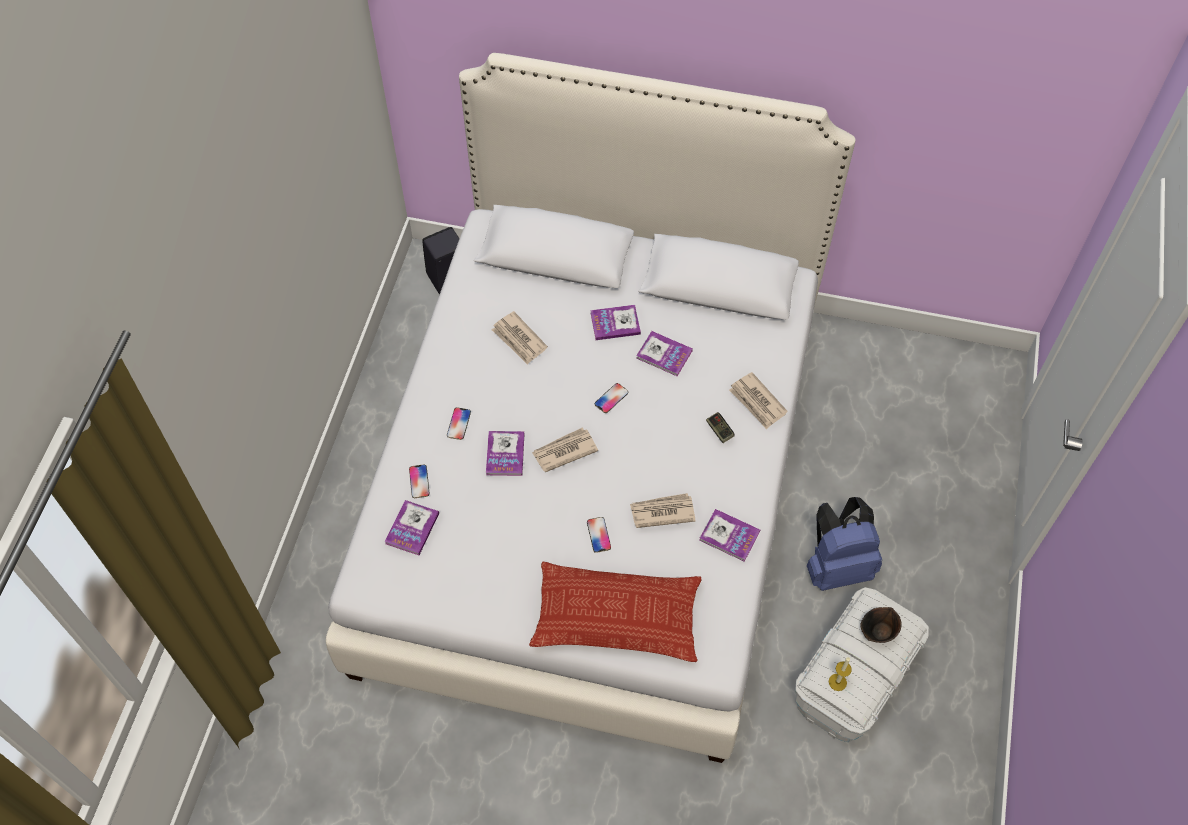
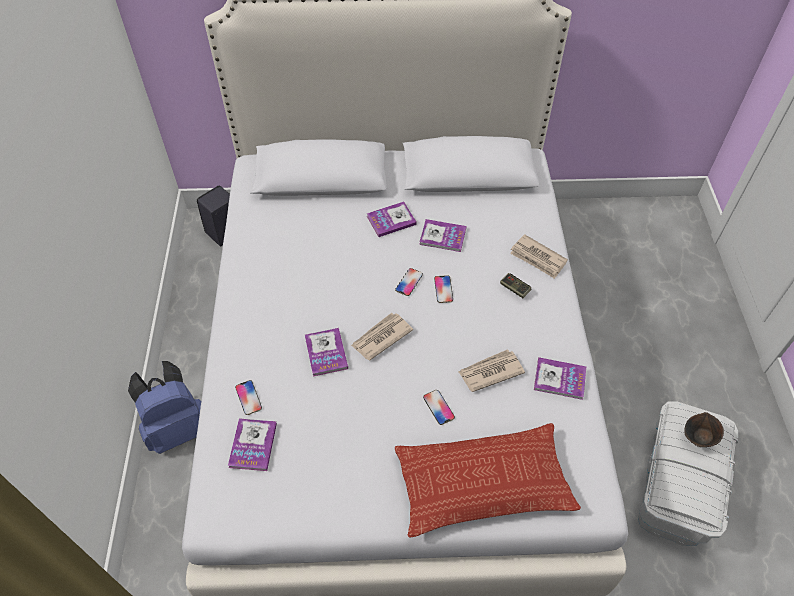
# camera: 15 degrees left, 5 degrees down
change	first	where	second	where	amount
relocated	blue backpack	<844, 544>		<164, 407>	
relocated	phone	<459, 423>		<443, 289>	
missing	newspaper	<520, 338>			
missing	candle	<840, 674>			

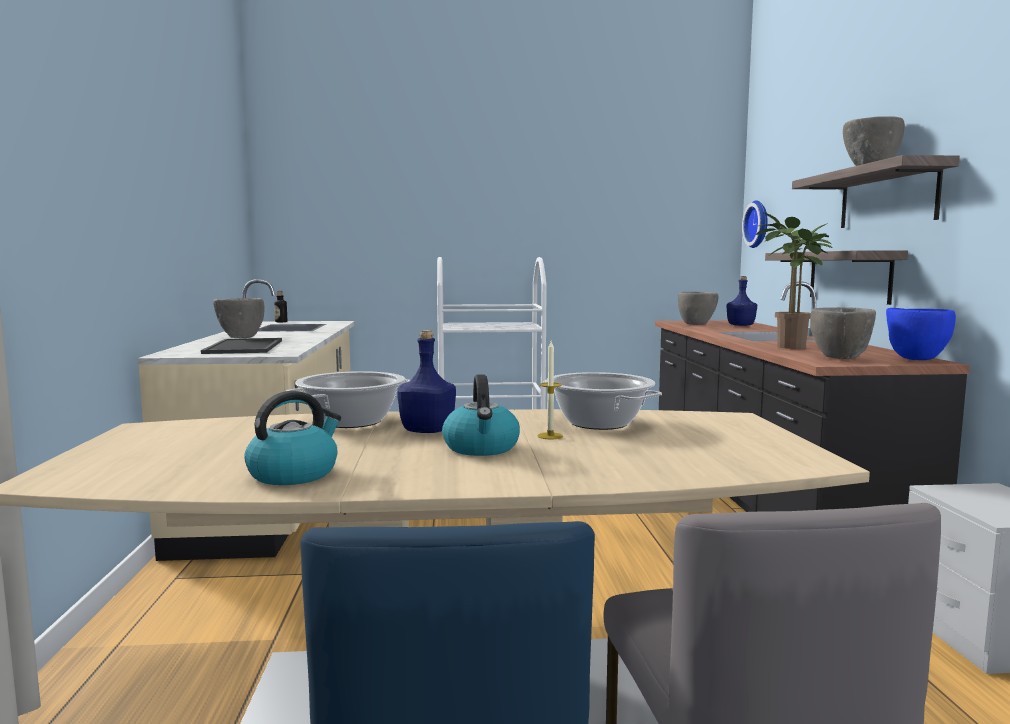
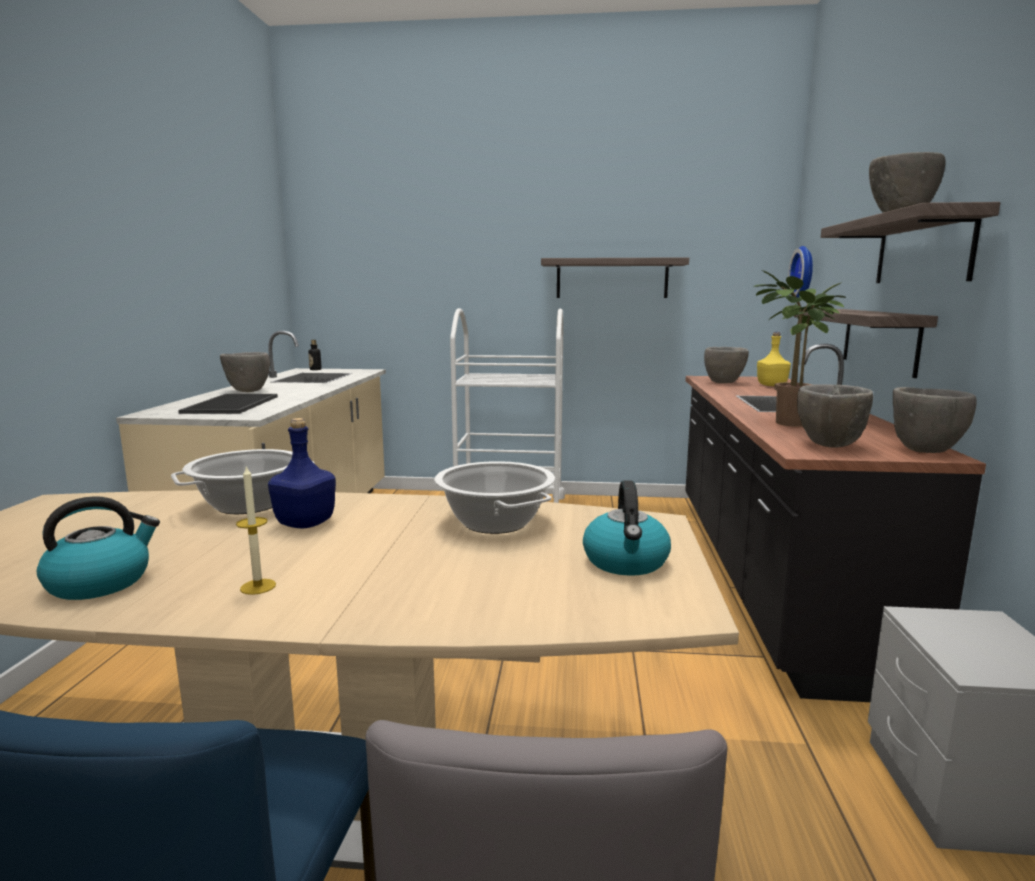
# camera: 10 degrees right, 5 degrees up
change	first	where	second	where	amount
relocated	candle	<550, 390>		<256, 530>	
appeared			shelf	<615, 277>	
relocated	kettle	<481, 415>		<627, 528>	
colour	blue bottle	<742, 301>	yellow bottle	<774, 359>	
colour	blue bowl	<921, 334>	grey bowl	<935, 420>	

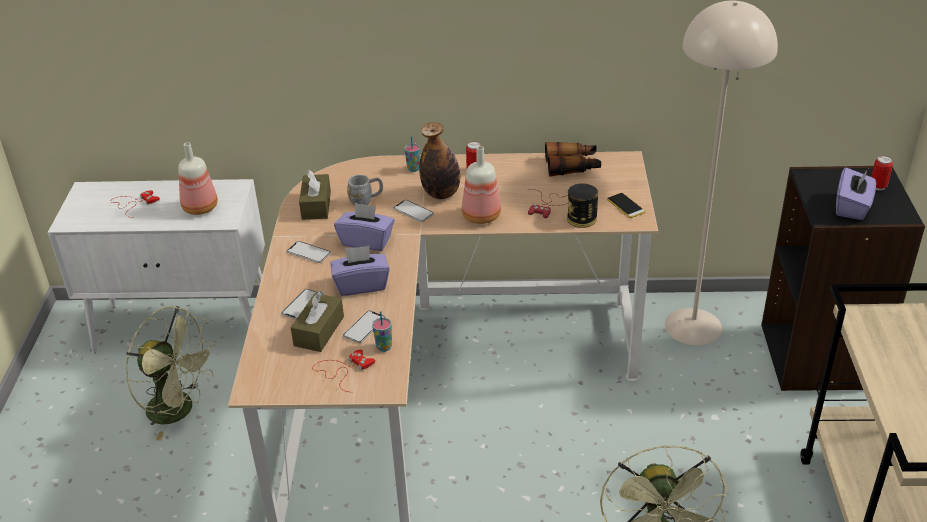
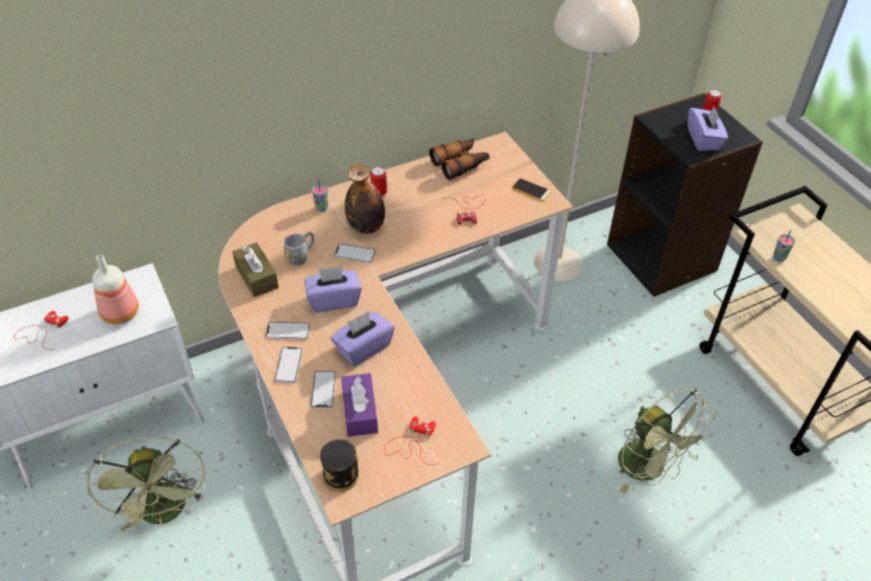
# camera: 30 degrees left, 10 degrees up
change	first	where	second	where	amount
spun	green fan	<171, 373>		<145, 484>	75 degrees clockwise
relocated	phone	<364, 327>		<288, 365>	
relocated	can	<582, 206>		<339, 465>	
colour	brown tissue box	<317, 321>	purple tissue box	<359, 405>	
relocated	cup	<382, 331>		<784, 246>	
missing	bottle	<481, 185>			

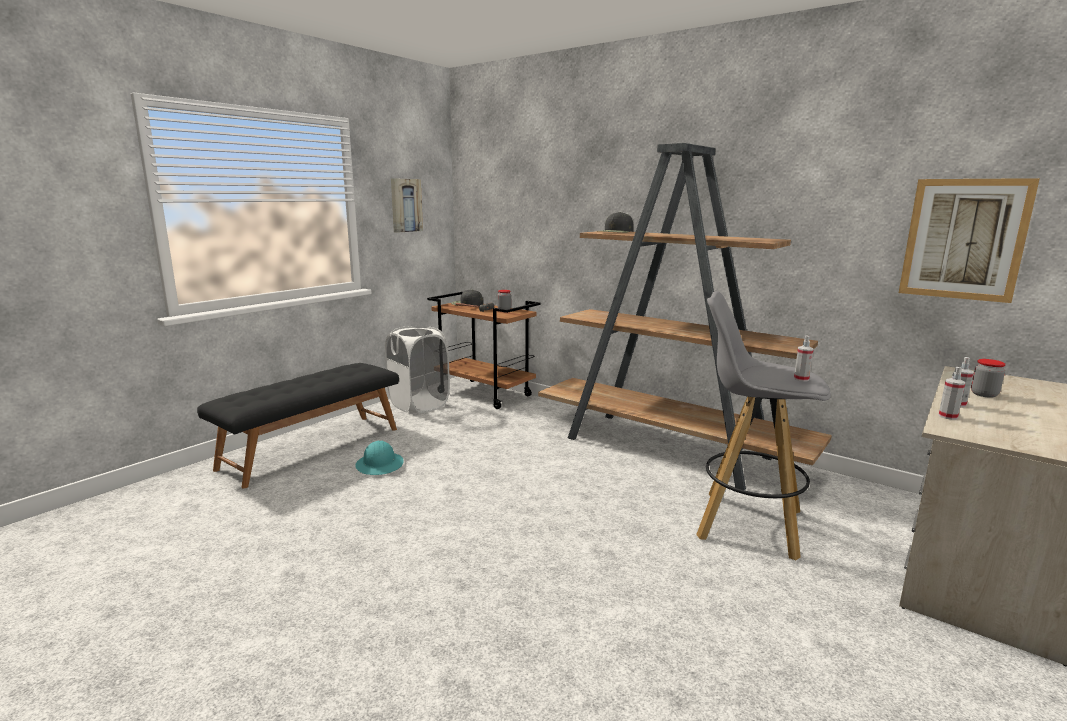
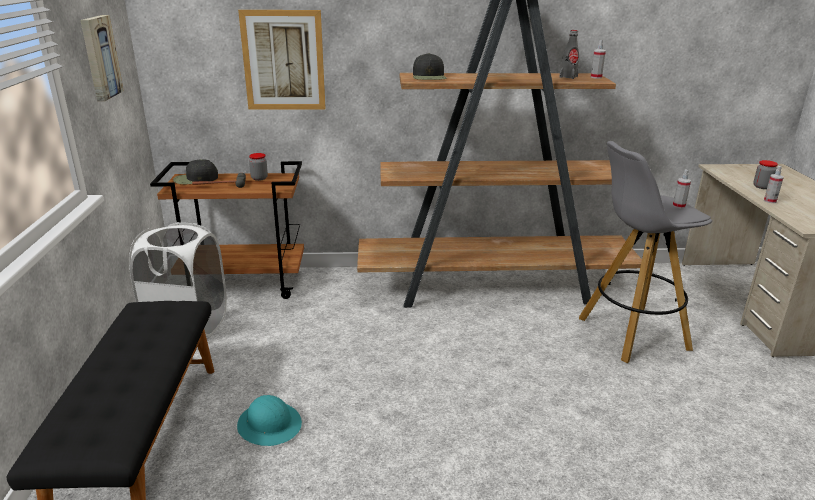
# camera: 40 degrees left, 10 degrees up
change	first	where	second	where	amount
relocated	picture	<969, 240>		<282, 60>	
appeared			grey bottle	<569, 54>	
relocated	spray bottle	<952, 393>		<598, 59>	

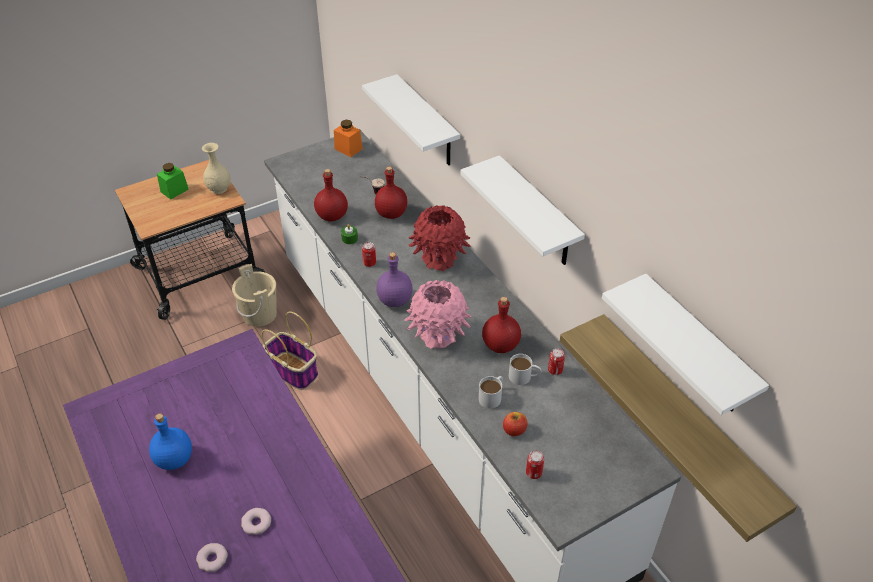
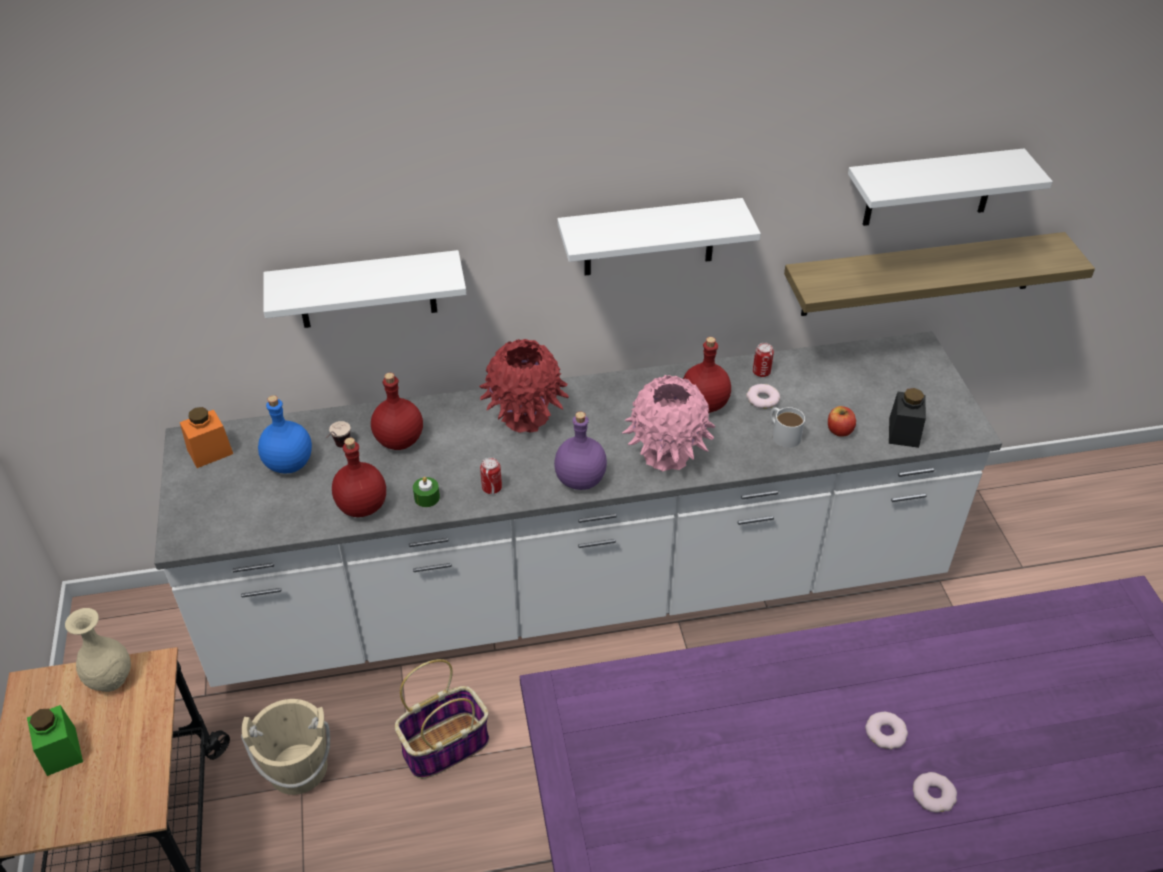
# camera: 70 degrees left, 0 degrees up
change	first	where	second	where	amount
relocated	blue bottle	<170, 441>		<285, 434>	
exchanged	white mug	<525, 369>	donut	<763, 396>	
exchanged	can	<535, 464>	black jar	<907, 418>	

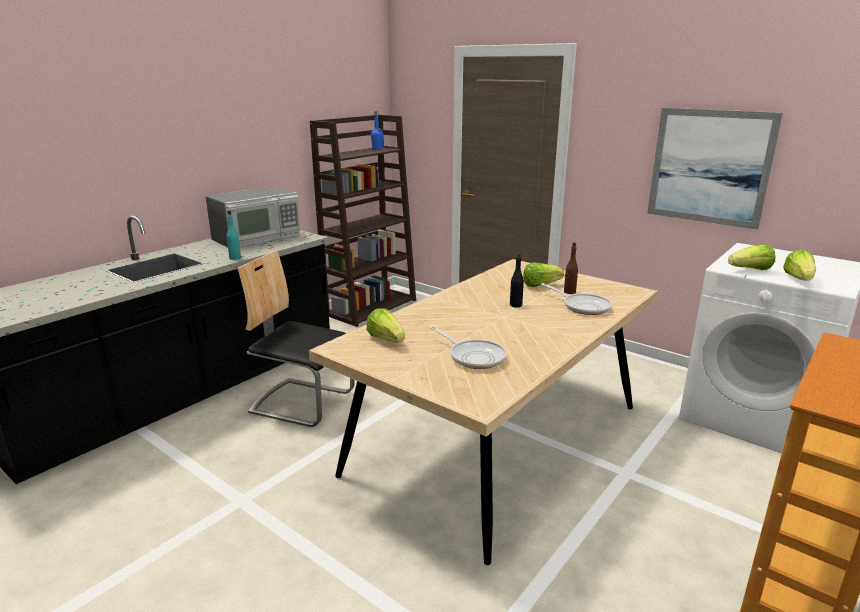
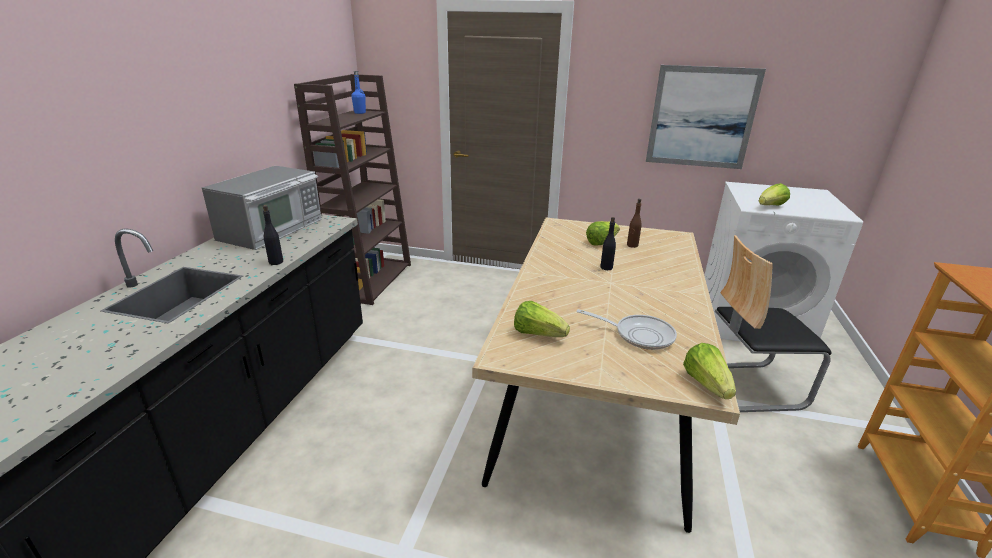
# camera: 25 degrees left, 5 degrees up
change	first	where	second	where	amount
colour	turquoise bottle	<234, 235>	black bottle	<273, 235>	
relocated	lettuce	<799, 265>		<709, 371>	
relocated	chair	<296, 338>		<773, 323>	
missing	frying pan	<576, 299>			

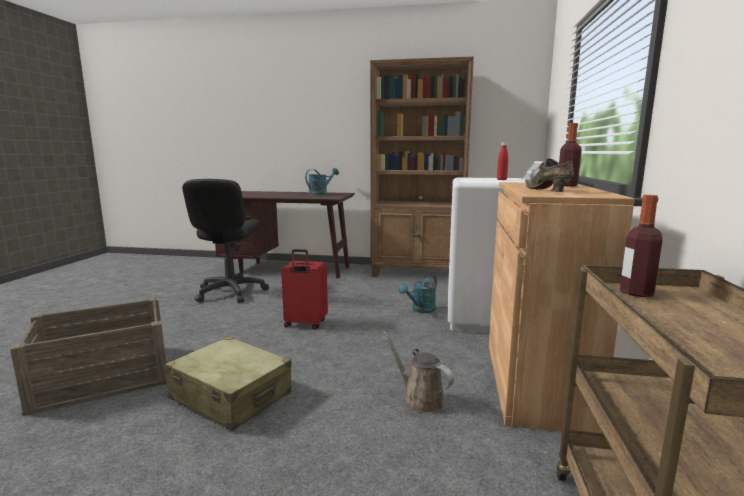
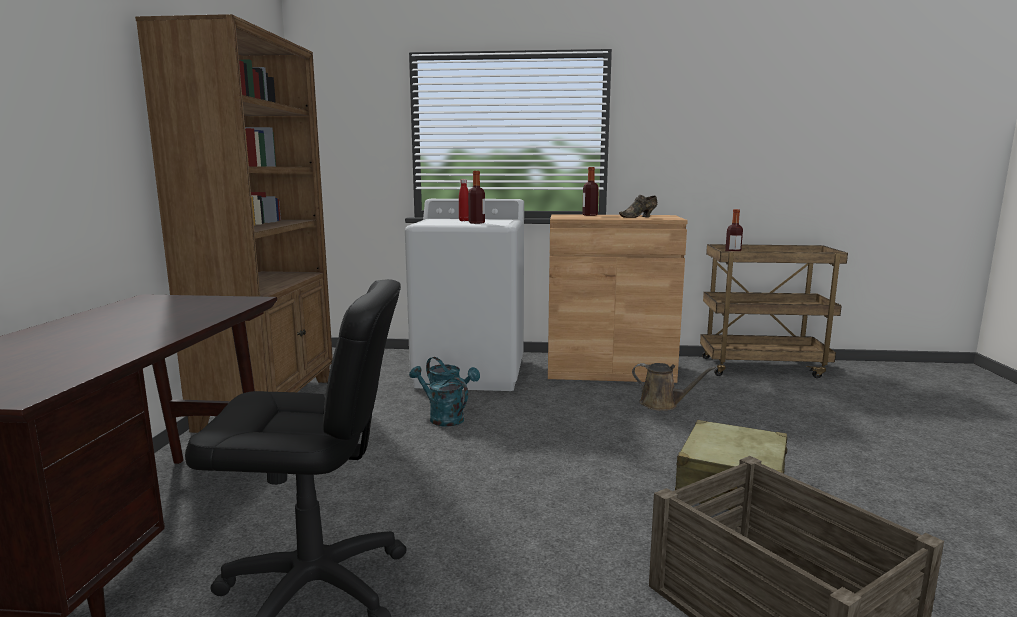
# camera: 95 degrees left, 0 degrees up
change	first	where	second	where	amount
relocated	turquoise watering can	<322, 181>		<438, 396>	
appeared			bottle	<476, 197>	
spun	brown watering can	<418, 372>		<674, 387>	105 degrees counterclockwise
missing	red suitcase	<304, 289>			

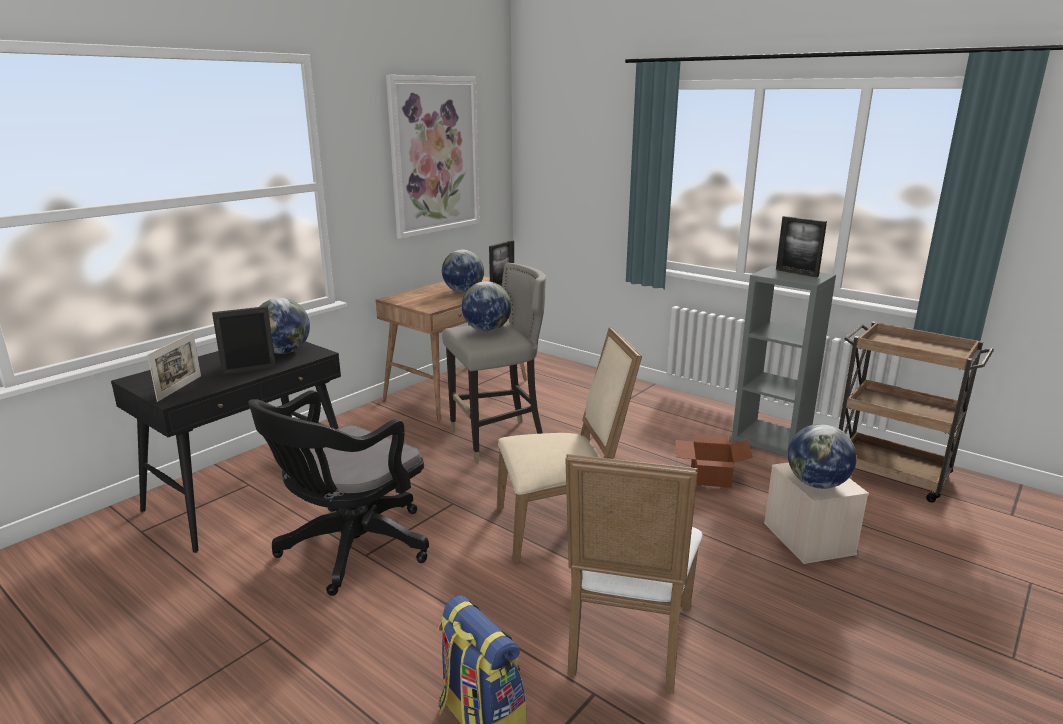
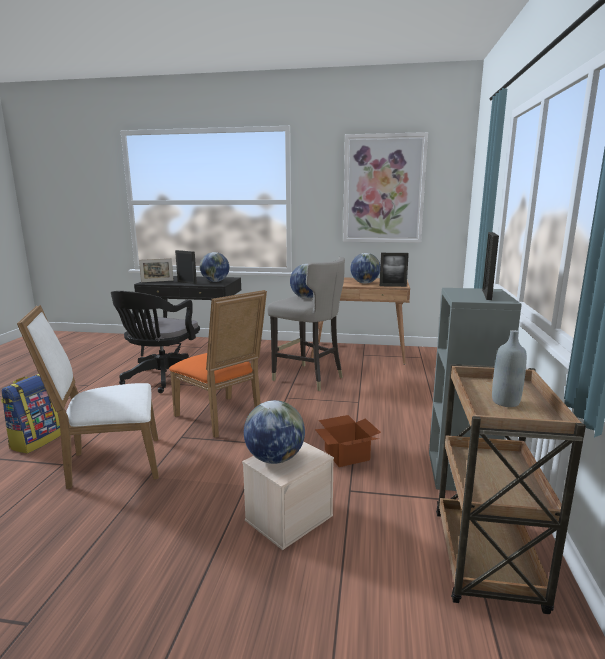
# camera: 60 degrees right, 5 degrees down
change	first	where	second	where	amount
spun	black office chair	<338, 493>		<155, 342>	75 degrees counterclockwise
colour	beige chair	<569, 445>	orange chair	<218, 364>	
appeared			grey bottle	<509, 368>	

